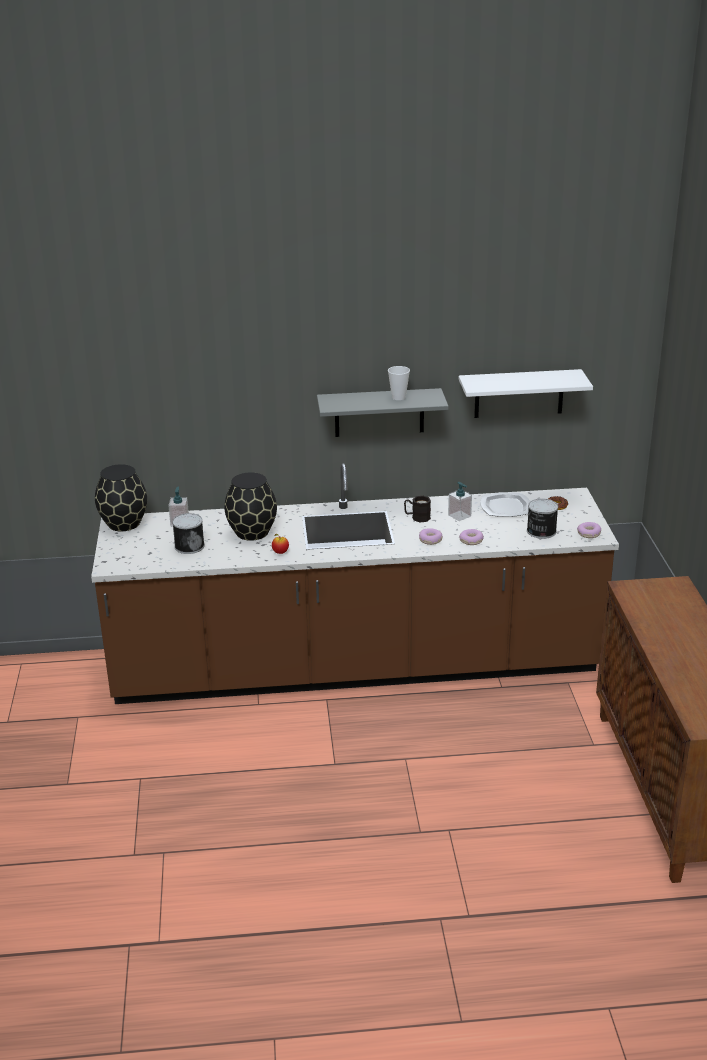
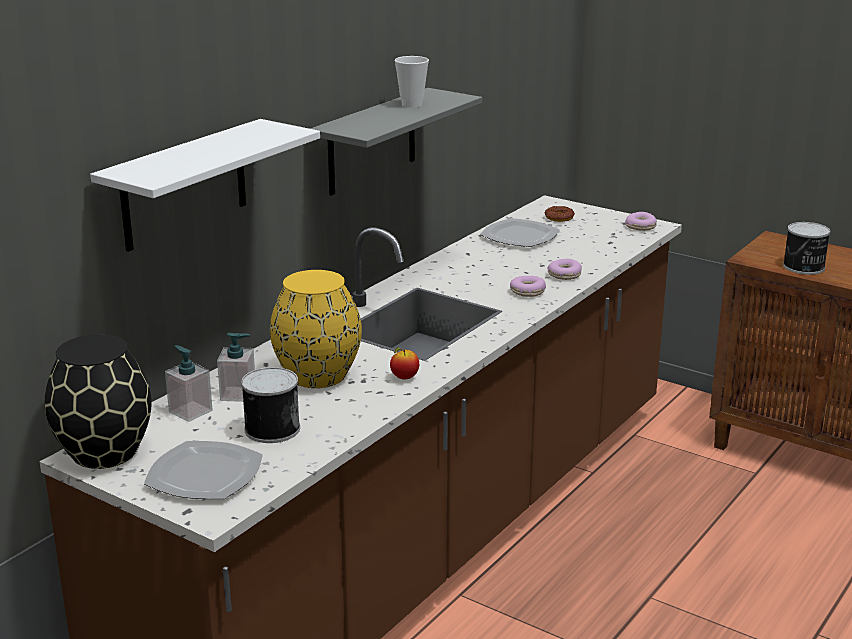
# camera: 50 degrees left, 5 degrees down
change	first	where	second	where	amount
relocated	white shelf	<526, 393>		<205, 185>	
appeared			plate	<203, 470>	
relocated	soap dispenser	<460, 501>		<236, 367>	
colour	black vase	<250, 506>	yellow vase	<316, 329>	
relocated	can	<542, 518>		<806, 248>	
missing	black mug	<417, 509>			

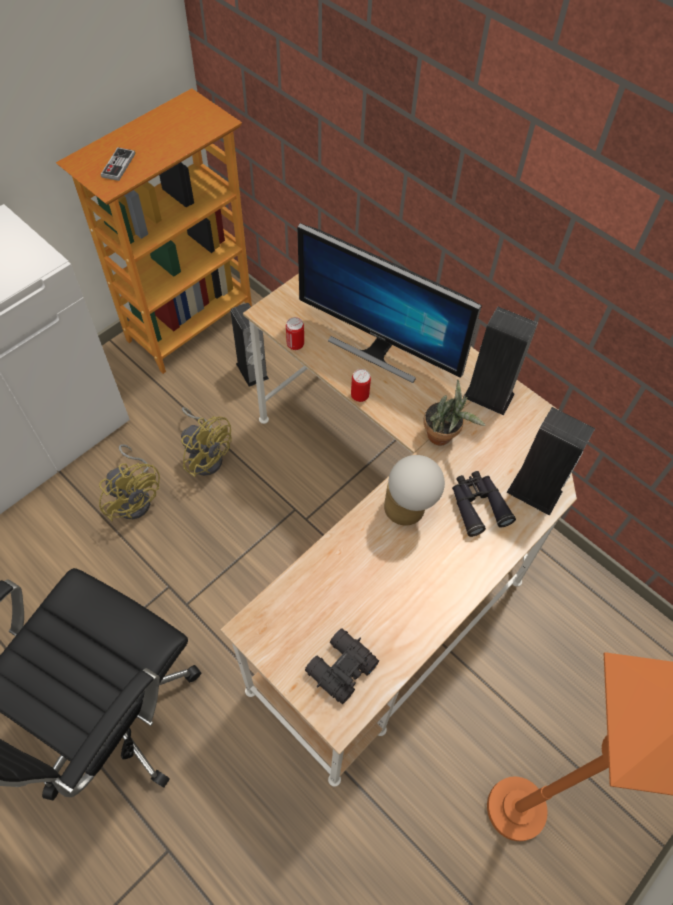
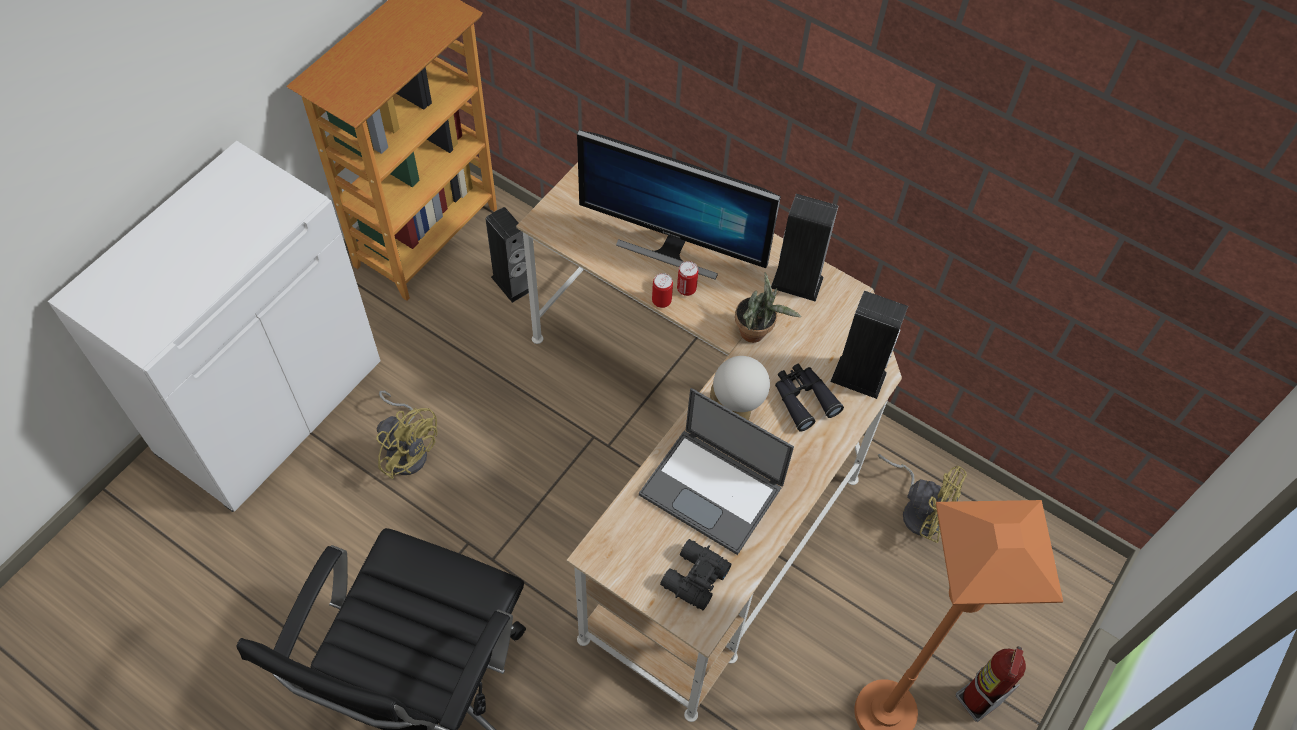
# camera: 10 degrees left, 0 degrees up
change	first	where	second	where	amount
appeared			laptop	<716, 471>	
relocated	can	<295, 333>		<687, 278>	
relocated	yellow fan	<206, 442>		<922, 498>	
appeared			fire extinguisher	<991, 684>	
missing	game controller	<118, 164>			

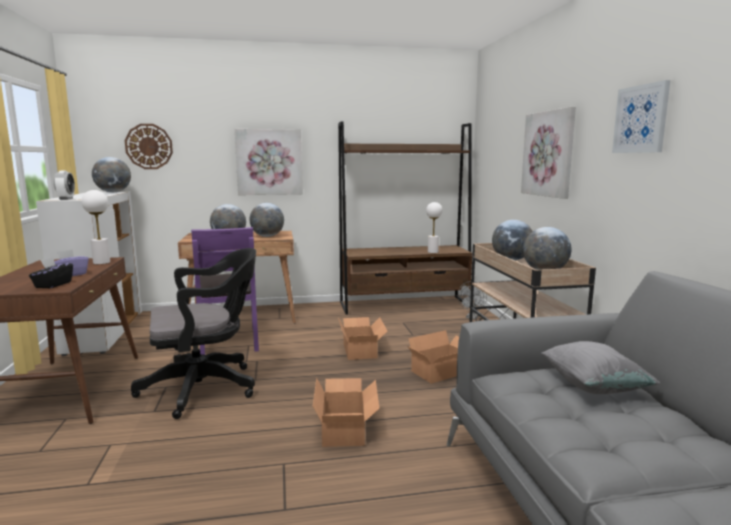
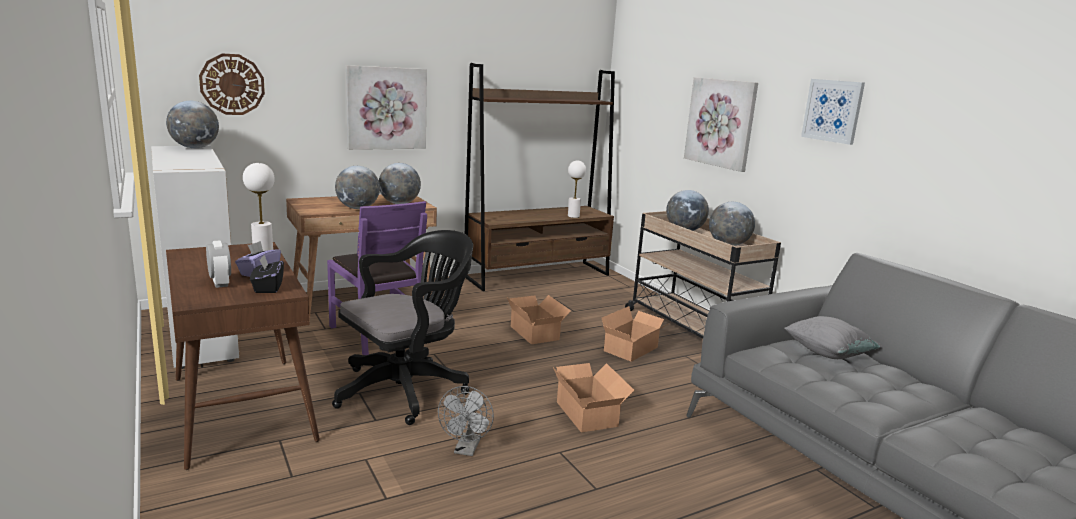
# camera: 20 degrees left, 5 degrees up
change	first	where	second	where	amount
relocated	alarm clock	<64, 185>		<218, 264>	
relocated	grey fan	<472, 300>		<466, 421>	

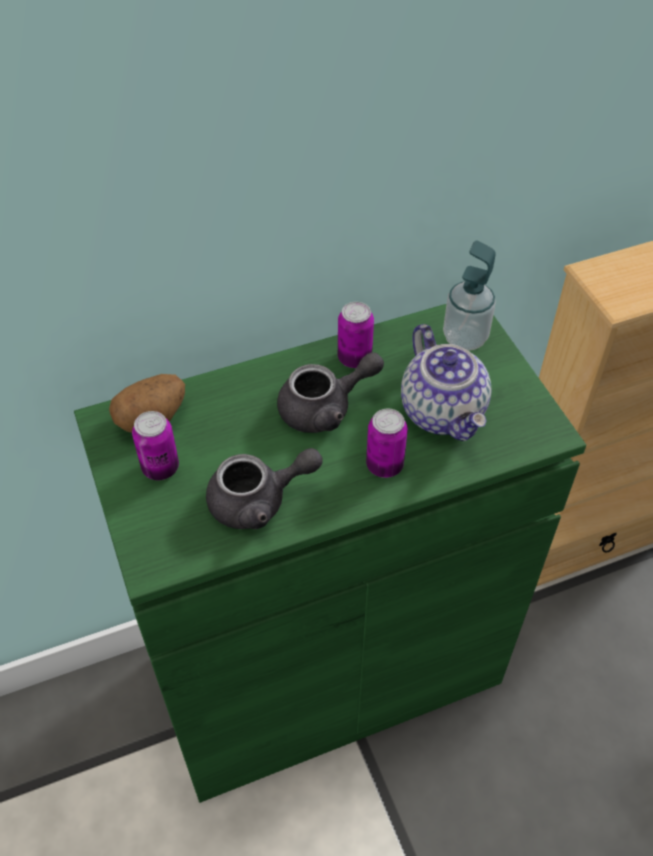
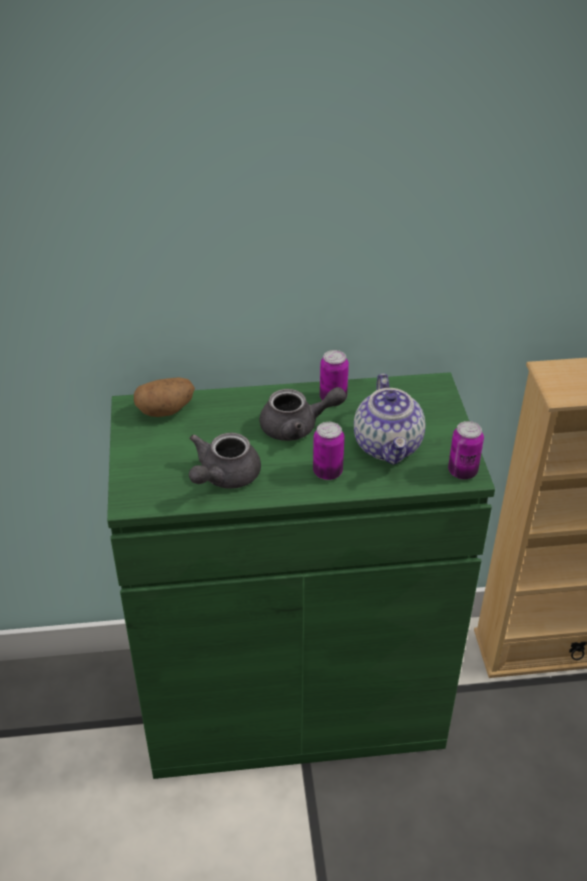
# camera: 15 degrees right, 10 degrees down
change	first	where	second	where	amount
spun	grey teapot	<264, 488>		<225, 461>	120 degrees clockwise
relocated	can	<155, 445>		<466, 450>	
missing	soap dispenser	<469, 295>			

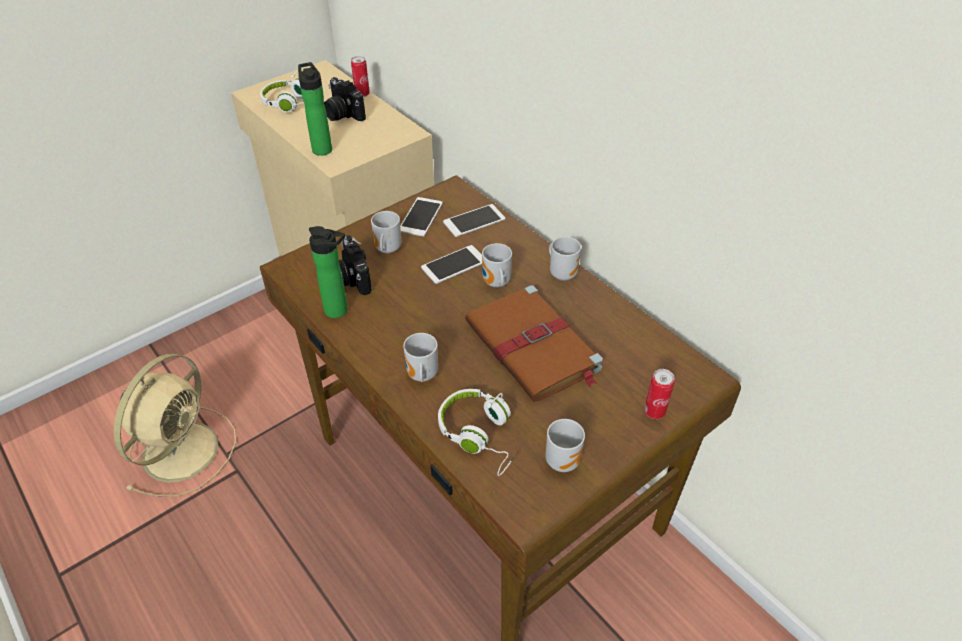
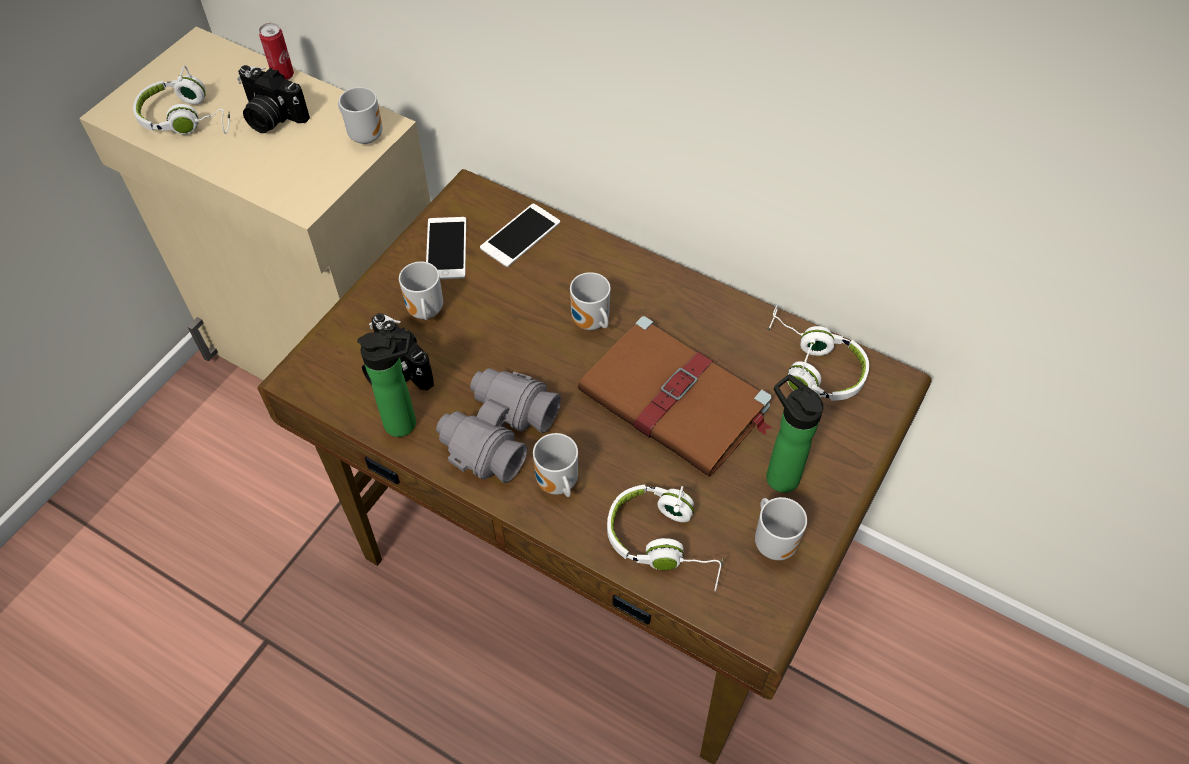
# camera: 20 degrees left, 10 degrees up
change	first	where	second	where	amount
relocated	mug	<565, 259>		<360, 115>	
appeared			grey binoculars	<498, 425>	
relocated	bottle	<315, 109>		<794, 433>	
appeared			white headphones	<818, 352>	
missing	beige fan	<175, 425>			
missing	phone	<451, 264>			
missing	can	<659, 394>			

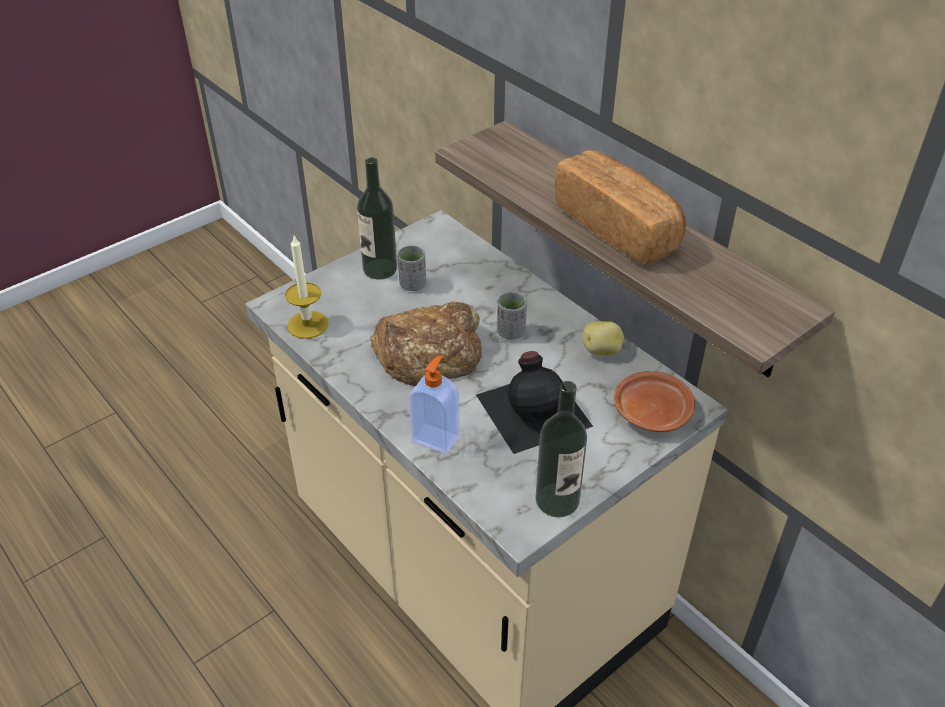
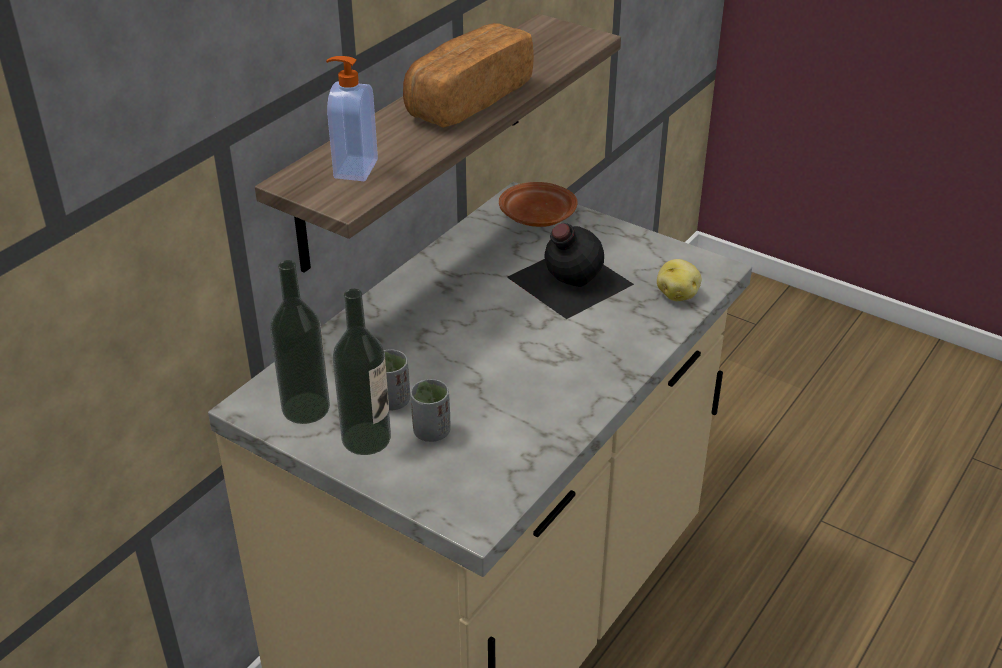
# camera: 105 degrees left, 5 degrees down
change	first	where	second	where	amount
relocated	bottle	<561, 449>		<300, 342>	
relocated	soap dispenser	<434, 405>		<352, 118>	
relocated	grey cup	<512, 316>		<430, 410>	
relocated	potato	<603, 338>		<679, 280>	
missing	candle	<307, 287>			
missing	bread	<426, 344>			

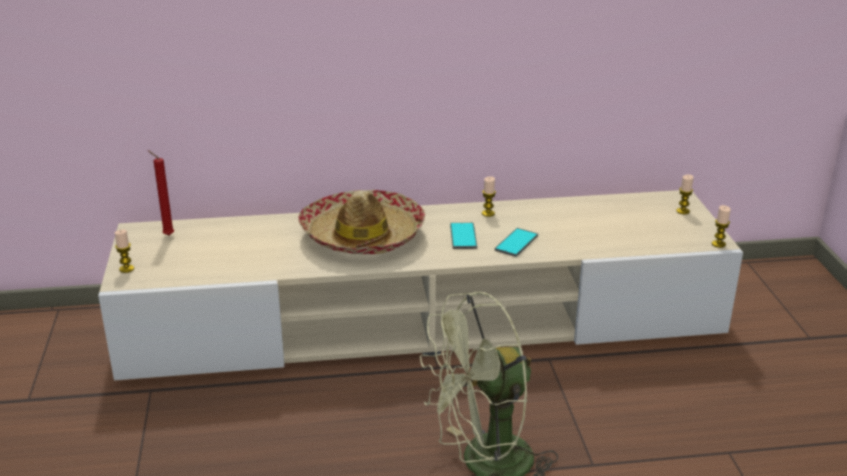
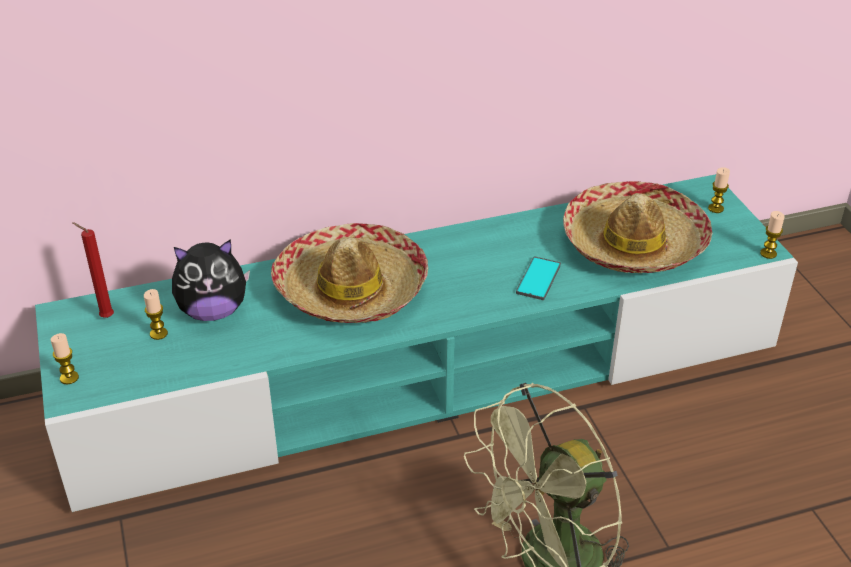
# camera: 10 degrees left, 10 degrees up
change	first	where	second	where	amount
colour	beige tv stand	<420, 285>	turquoise tv stand	<416, 343>	
relocated	candle	<489, 196>		<156, 314>	
appeared			plush toy	<211, 280>	
appeared			hat	<638, 227>	
missing	phone	<463, 236>			

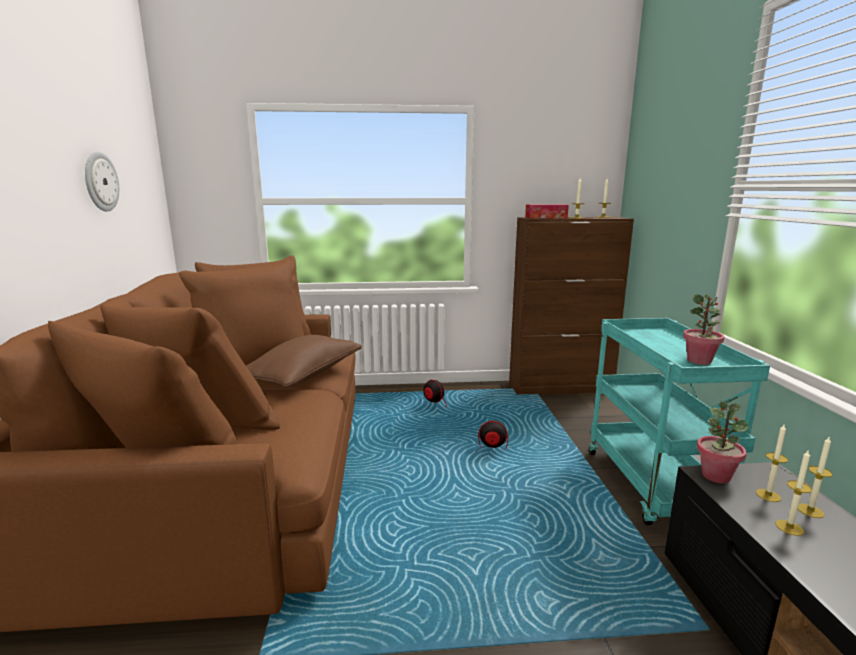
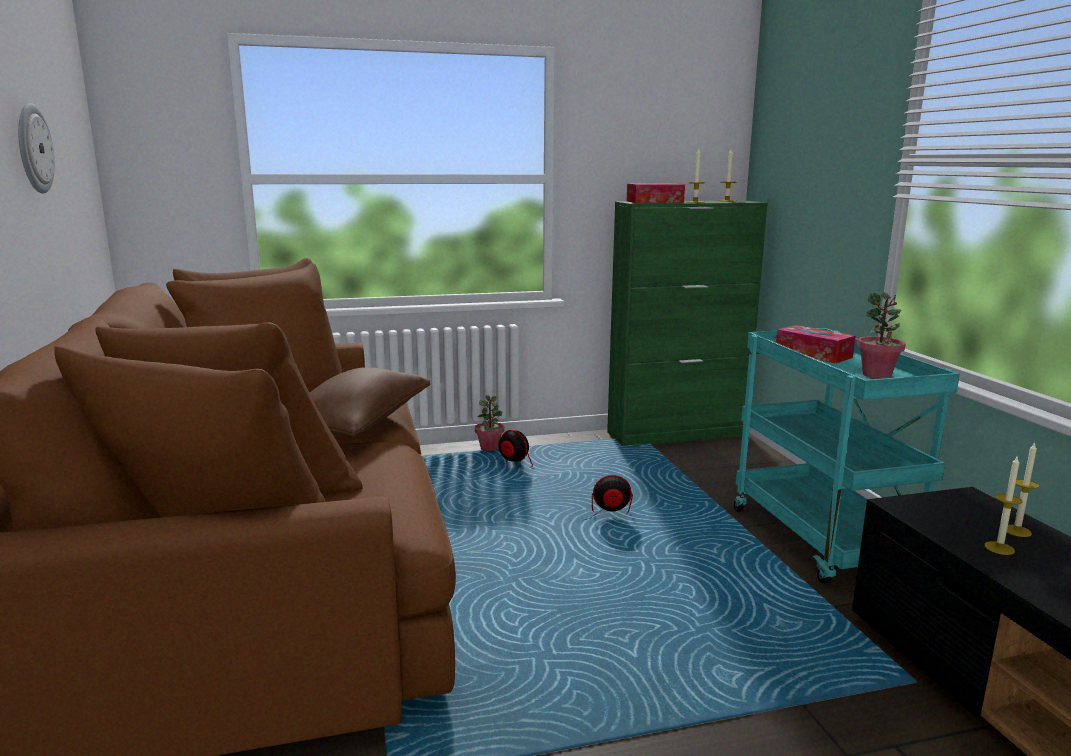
# camera: 10 degrees left, 0 degrees up
change	first	where	second	where	amount
relocated	potted plant	<723, 443>		<489, 423>	
colour	brown cabinet	<571, 306>	green cabinet	<687, 323>	
appeared			tissue box	<816, 344>	
missing	candle	<772, 463>			

